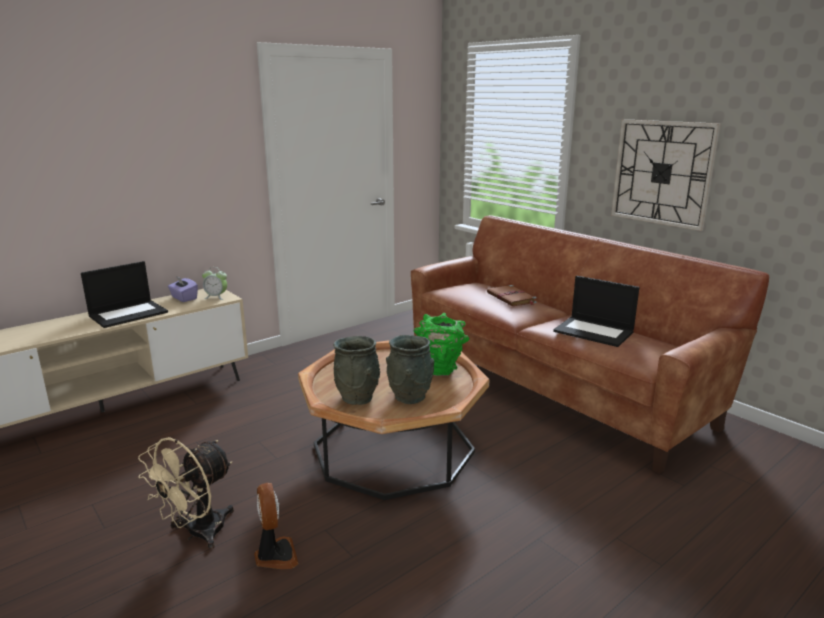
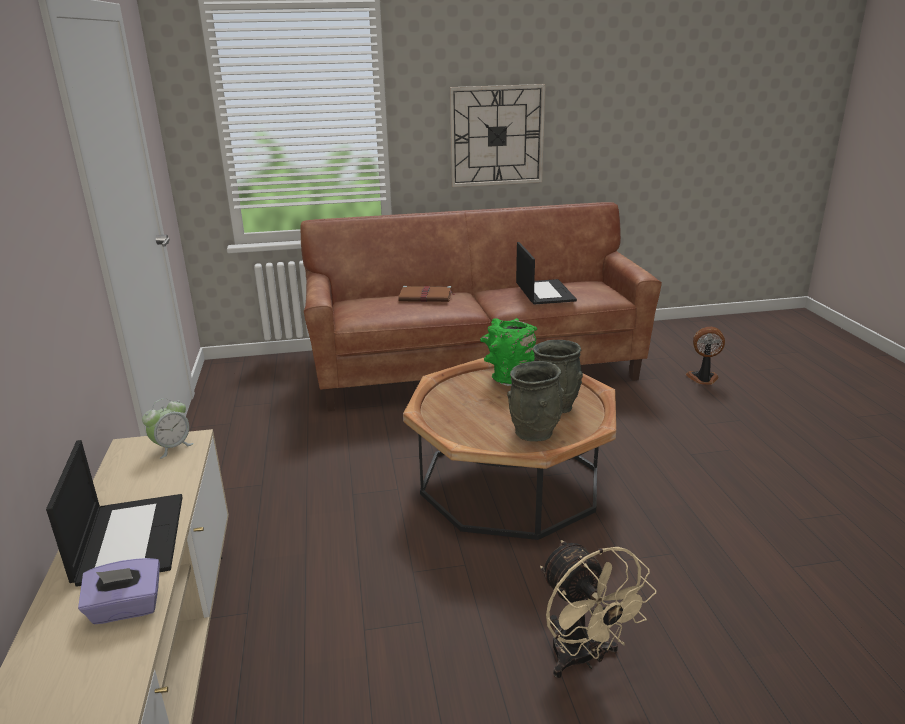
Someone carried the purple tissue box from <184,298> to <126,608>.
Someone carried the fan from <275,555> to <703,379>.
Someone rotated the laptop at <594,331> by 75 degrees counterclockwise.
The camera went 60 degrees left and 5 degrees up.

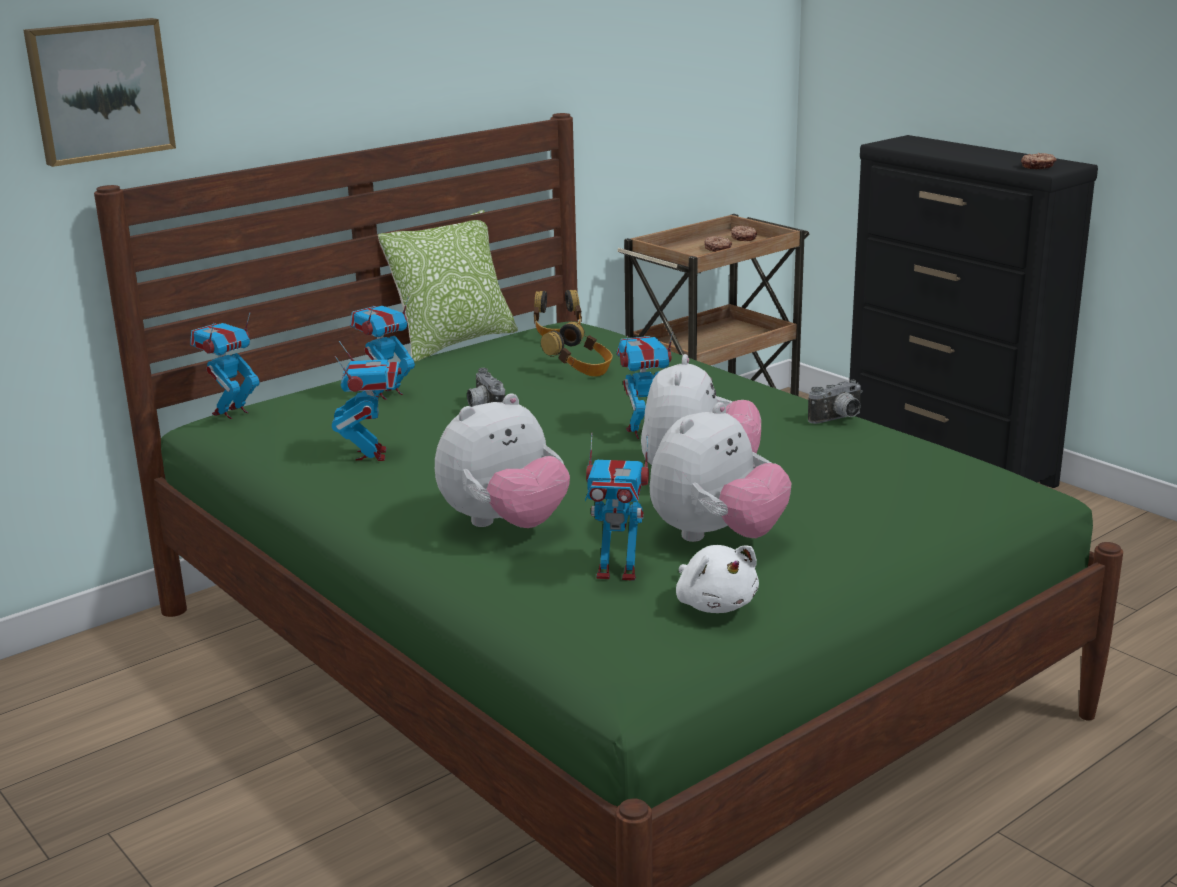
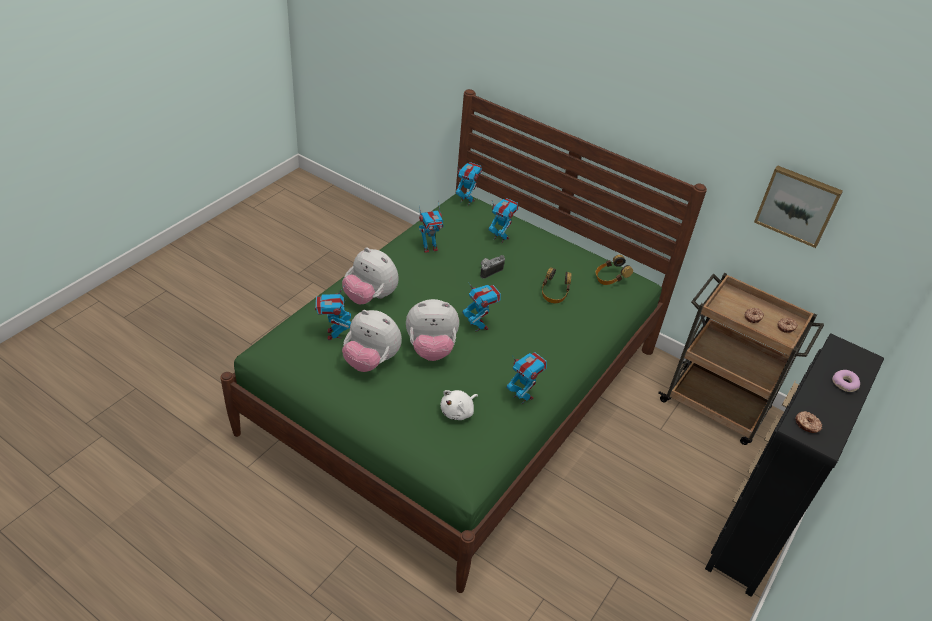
Someone took away the pillow at <454,342>.
Someone put down the donut at <844,384>.
Someone carried the picture from <99,90> to <798,205>.
Someone carried the white plush toy from <715,604> to <458,411>.
Someone swapped the photo camera at <838,419> for the toy robot at <522,396>.
The camera went 70 degrees right and 20 degrees up.

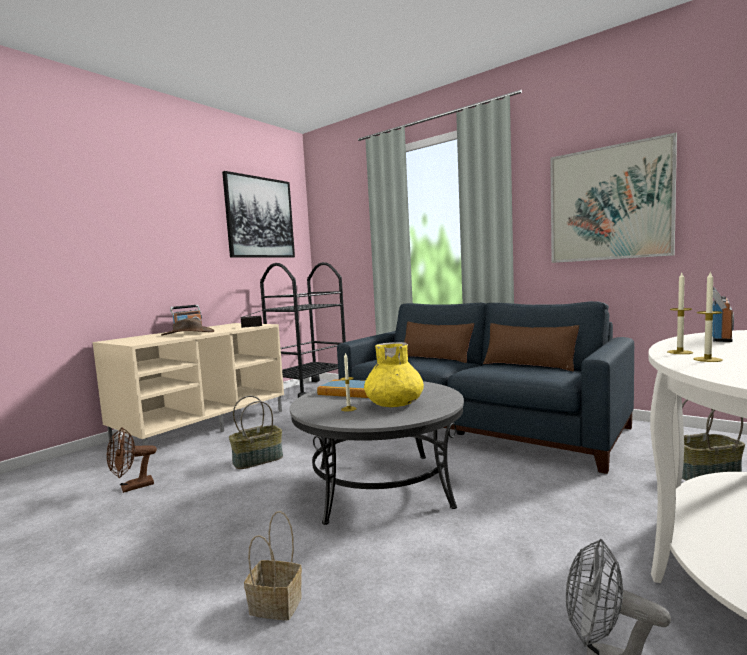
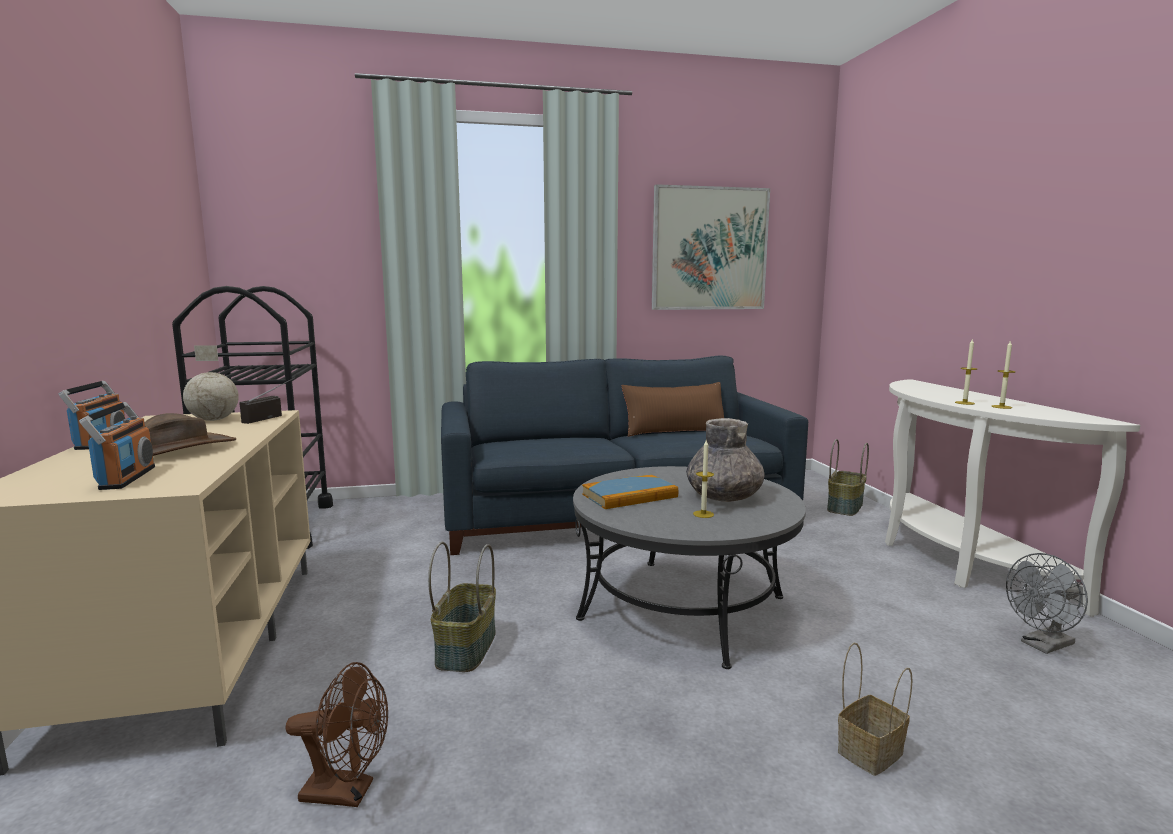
Someone took away the picture at <260,217>.
Someone took away the brown pillow at <435,358>.
Someone put down the globe at <213,420>.
Someone carried the radio from <720,338> to <126,478>.
Someone repainted the yellow vase at <395,404>, which became the grey vase at <724,497>.
Someone rotated the brown fan at <132,487> by 90 degrees counterclockwise.
The camera went 50 degrees left and 5 degrees up.

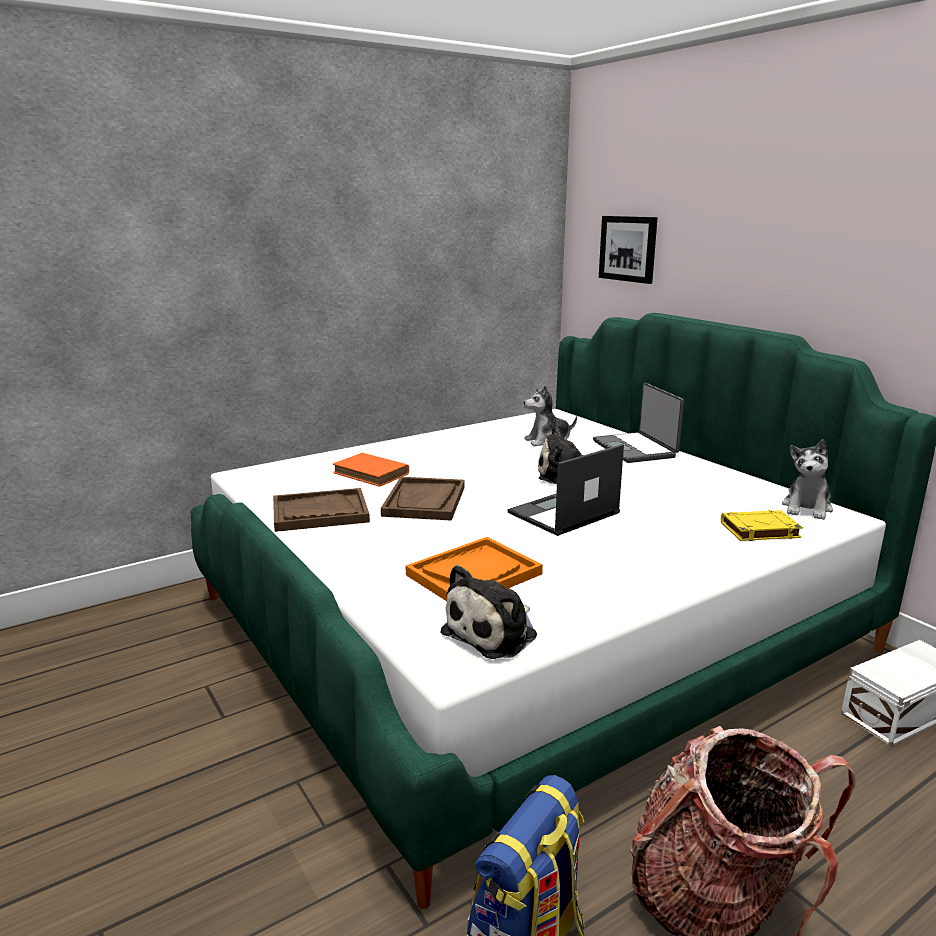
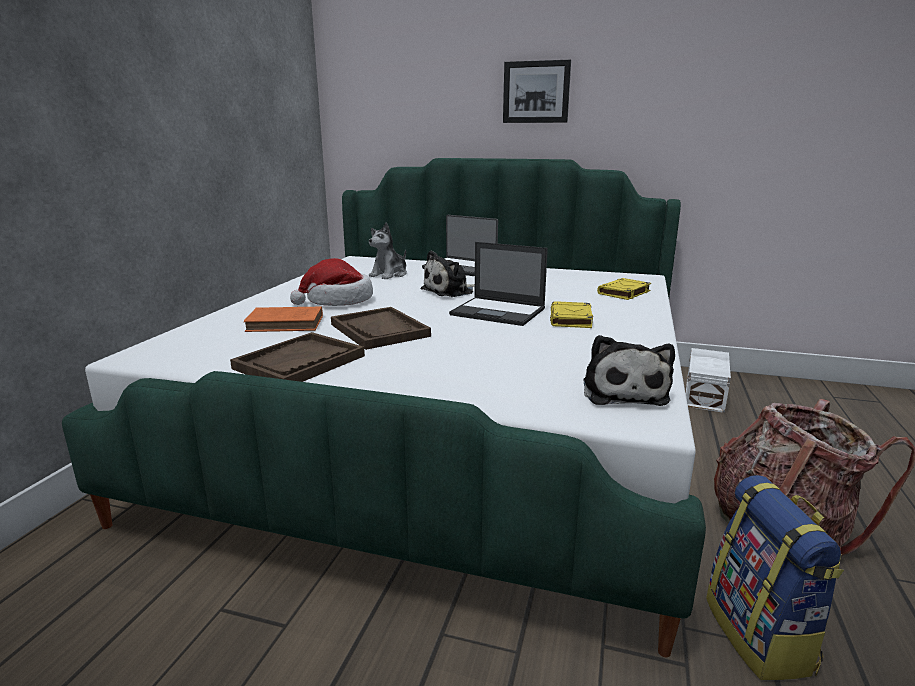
Someone took away the orange tray at <474,574>.
Someone took away the plush toy at <807,508>.
Someone put down the hat at <337,300>.
Someone put down the yellow book at <571,319>.
Someone carried the picture from <628,248> to <536,92>.
Someone rotated the laptop at <563,513> by 75 degrees counterclockwise.
The camera went 40 degrees left and 0 degrees up.

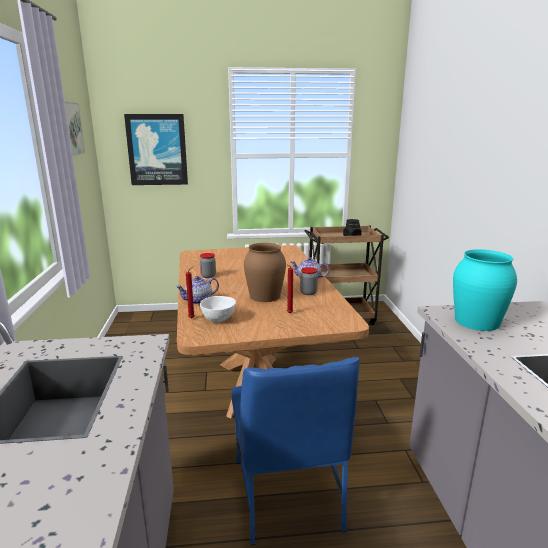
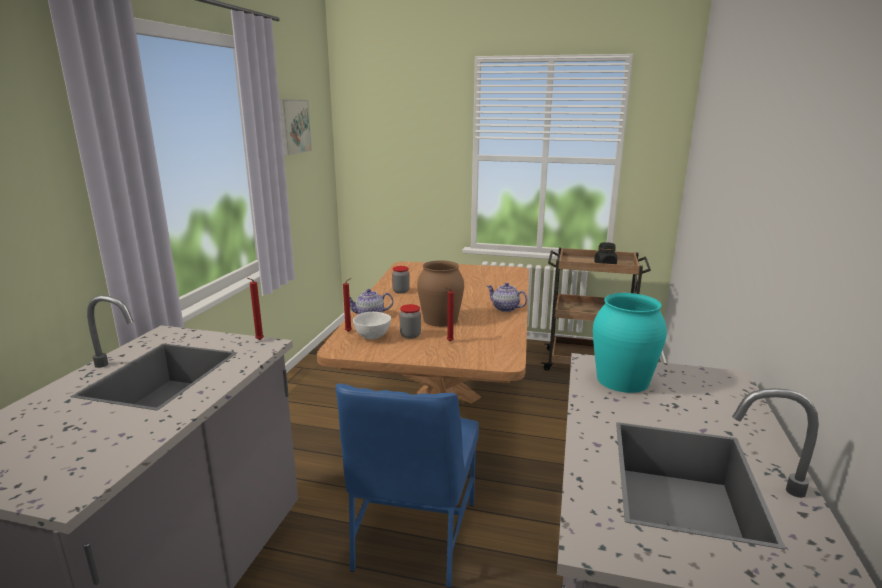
Someone took away the picture at <157,150>.
Someone put down the red candle at <258,340>.
Someone carried the jar from <308,293> to <410,335>.
The camera went 20 degrees right and 0 degrees up.

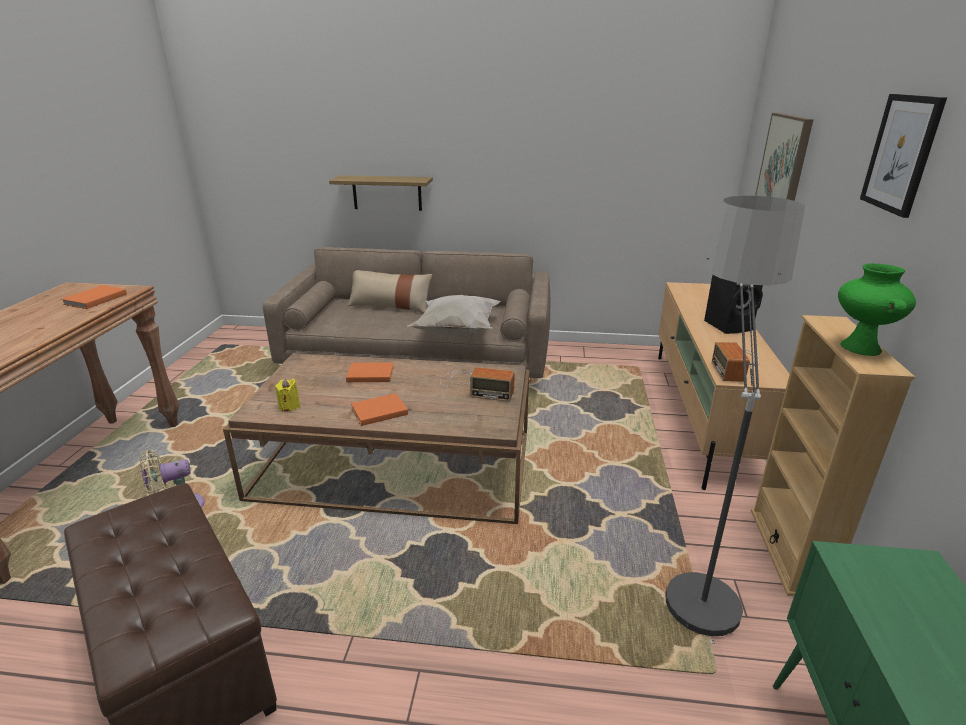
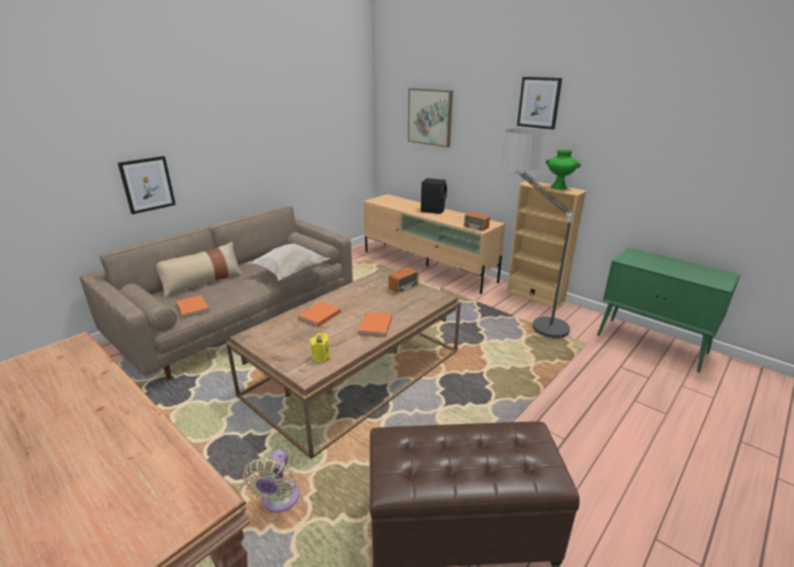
Someone carried the orange book from <93,299> to <192,308>.
Someone swapped the shelf at <387,193> for the picture at <147,184>.
The camera went 55 degrees left and 0 degrees up.

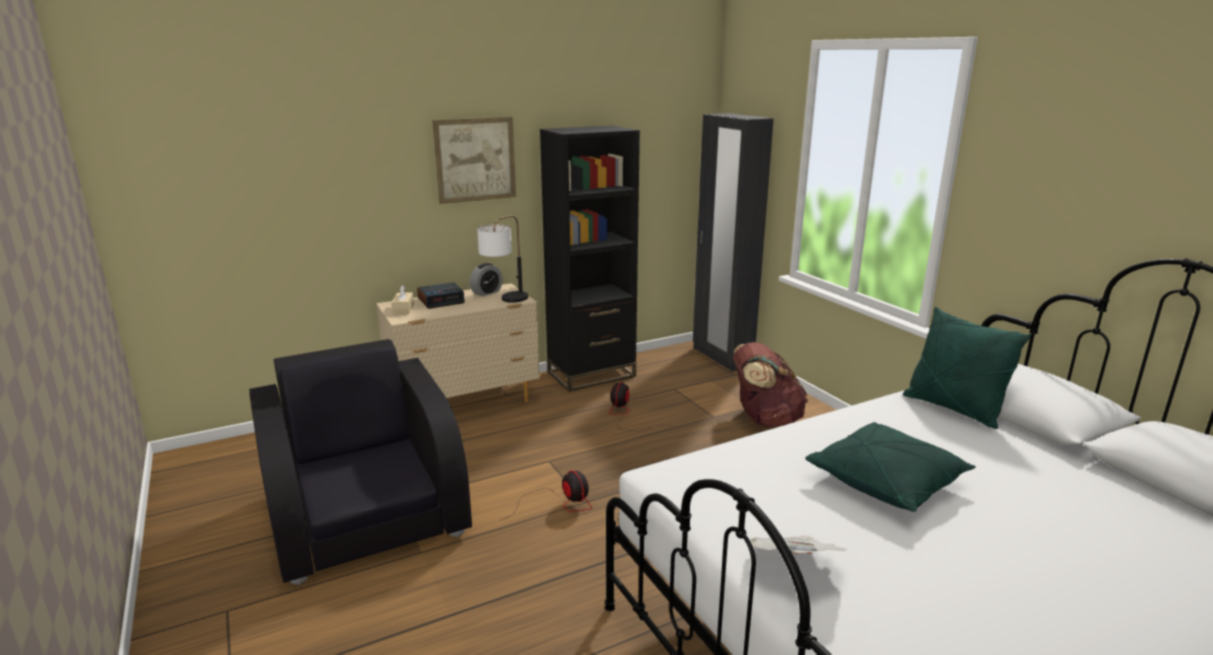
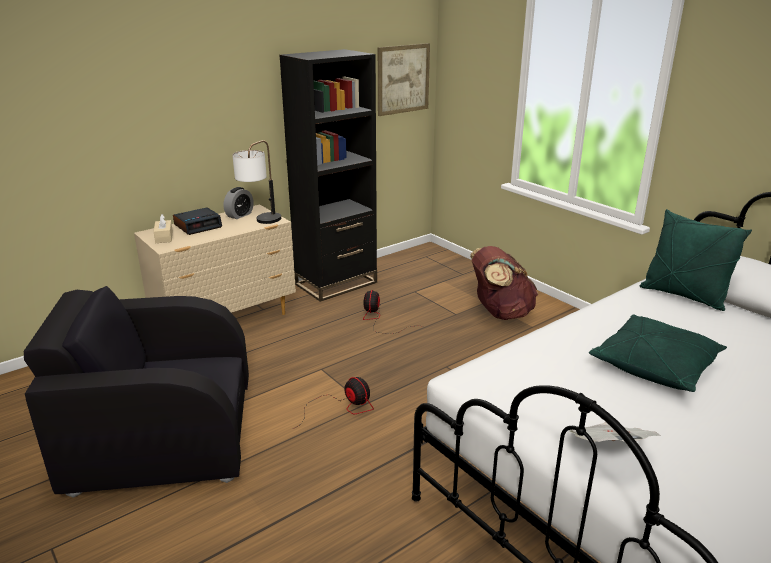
Someone took away the black wardrobe at <721,357>.
Someone carried the picture from <475,159> to <403,79>.
Someone rotated the black armchair at <367,513> by 60 degrees counterclockwise.
The camera went 10 degrees left and 5 degrees up.

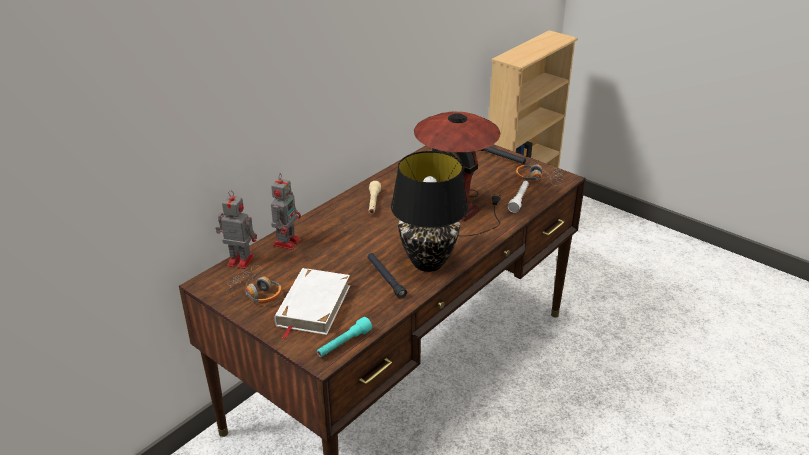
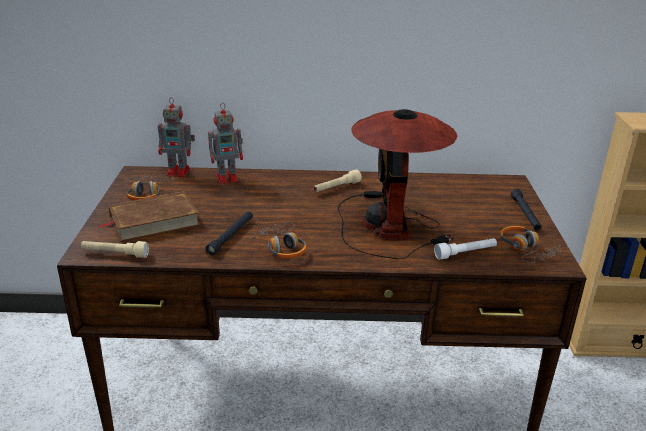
Someone swapped the black table lamp at <429,263> for the headphones at <282,247>.
Someone repainted the white book at <313,306>, which became the brown book at <154,221>.
Someone repainted the turquoise flashlight at <344,344>, which became the beige flashlight at <115,254>.
Someone rotated the toy robot at <239,260> by 120 degrees clockwise.
The camera went 50 degrees right and 5 degrees down.

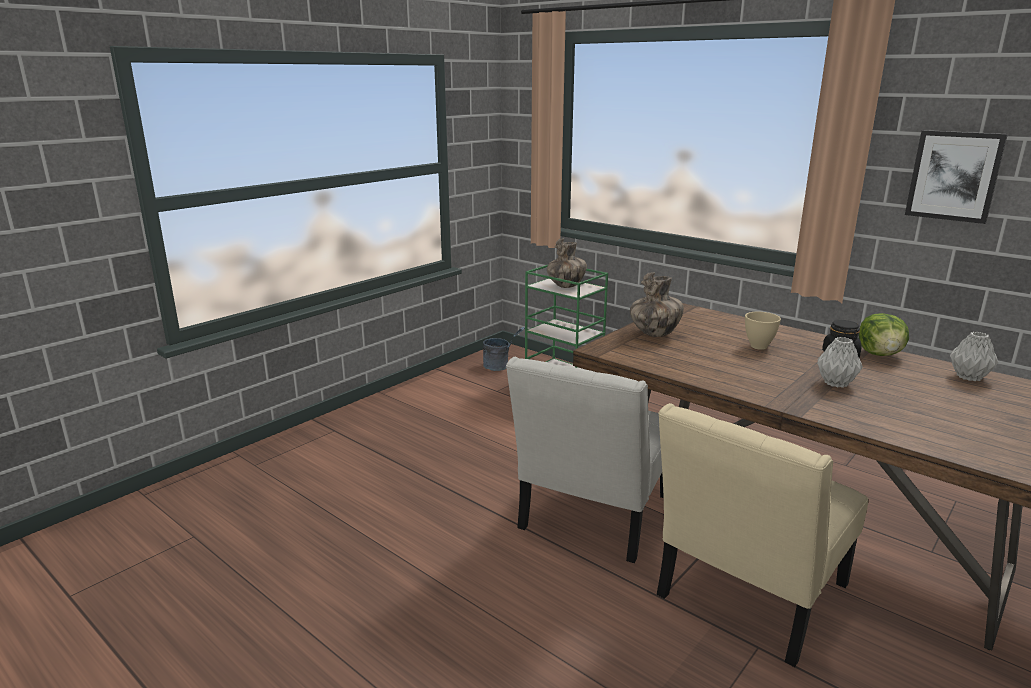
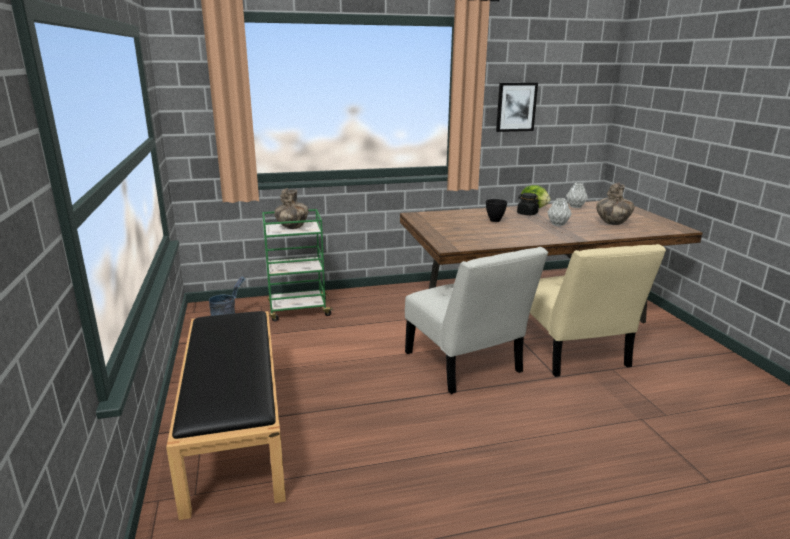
Someone put down the black bench at <234,426>.
Someone carried the vase from <655,334> to <612,223>.
Someone repainted the beige bowl at <759,347>, which became the black bowl at <495,220>.
The camera went 55 degrees left and 0 degrees up.

